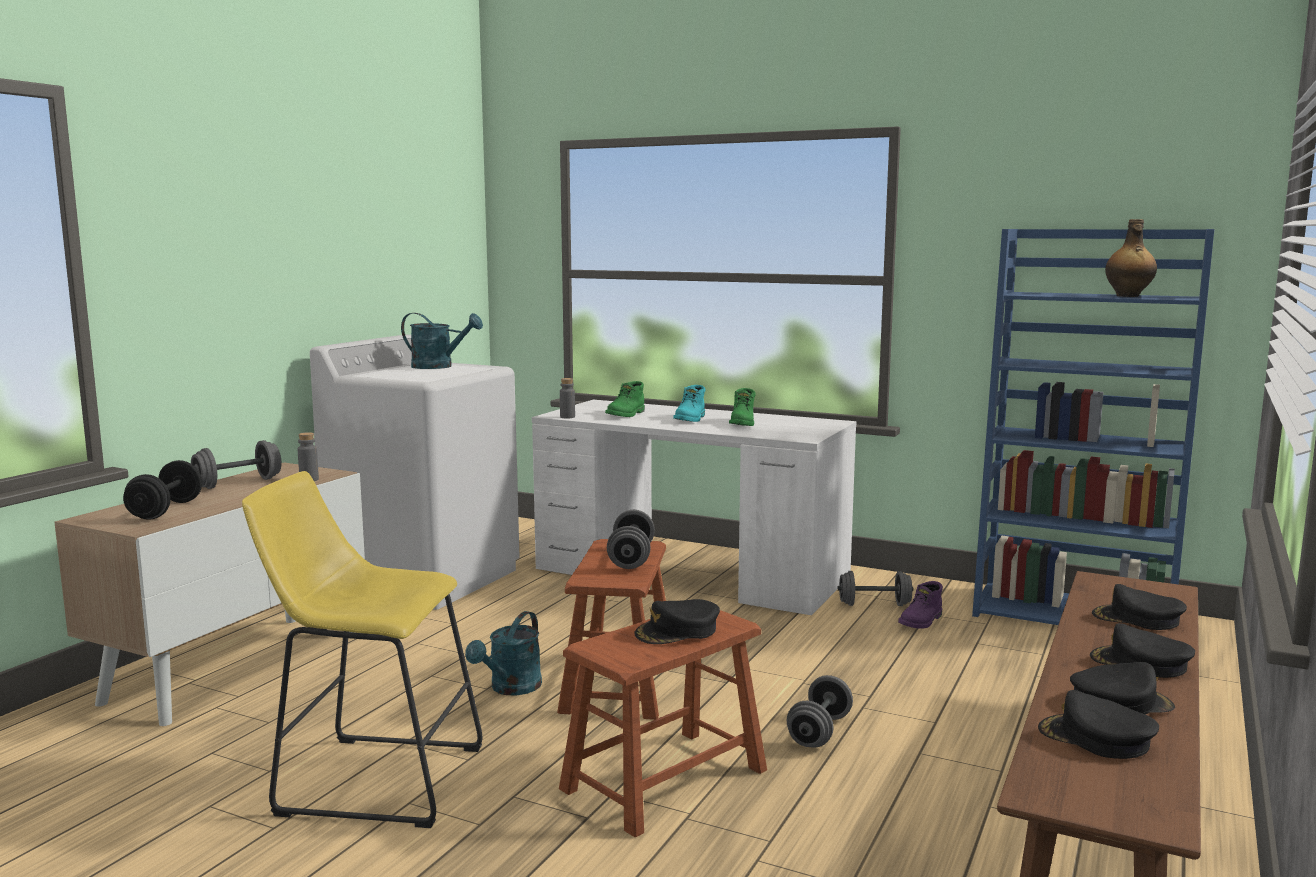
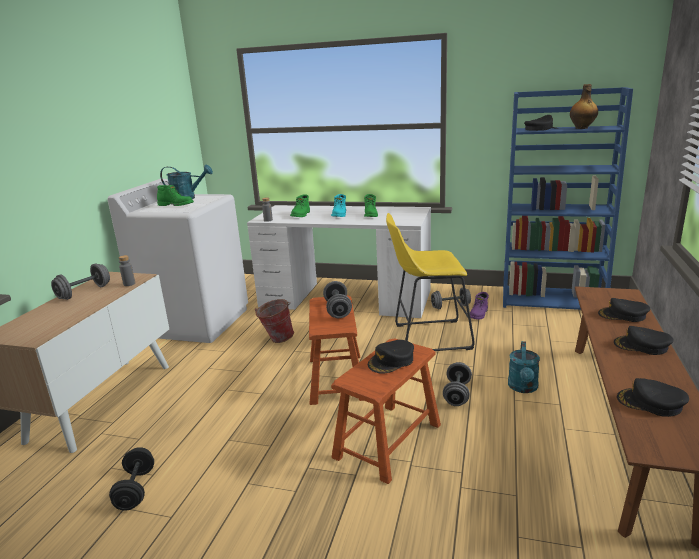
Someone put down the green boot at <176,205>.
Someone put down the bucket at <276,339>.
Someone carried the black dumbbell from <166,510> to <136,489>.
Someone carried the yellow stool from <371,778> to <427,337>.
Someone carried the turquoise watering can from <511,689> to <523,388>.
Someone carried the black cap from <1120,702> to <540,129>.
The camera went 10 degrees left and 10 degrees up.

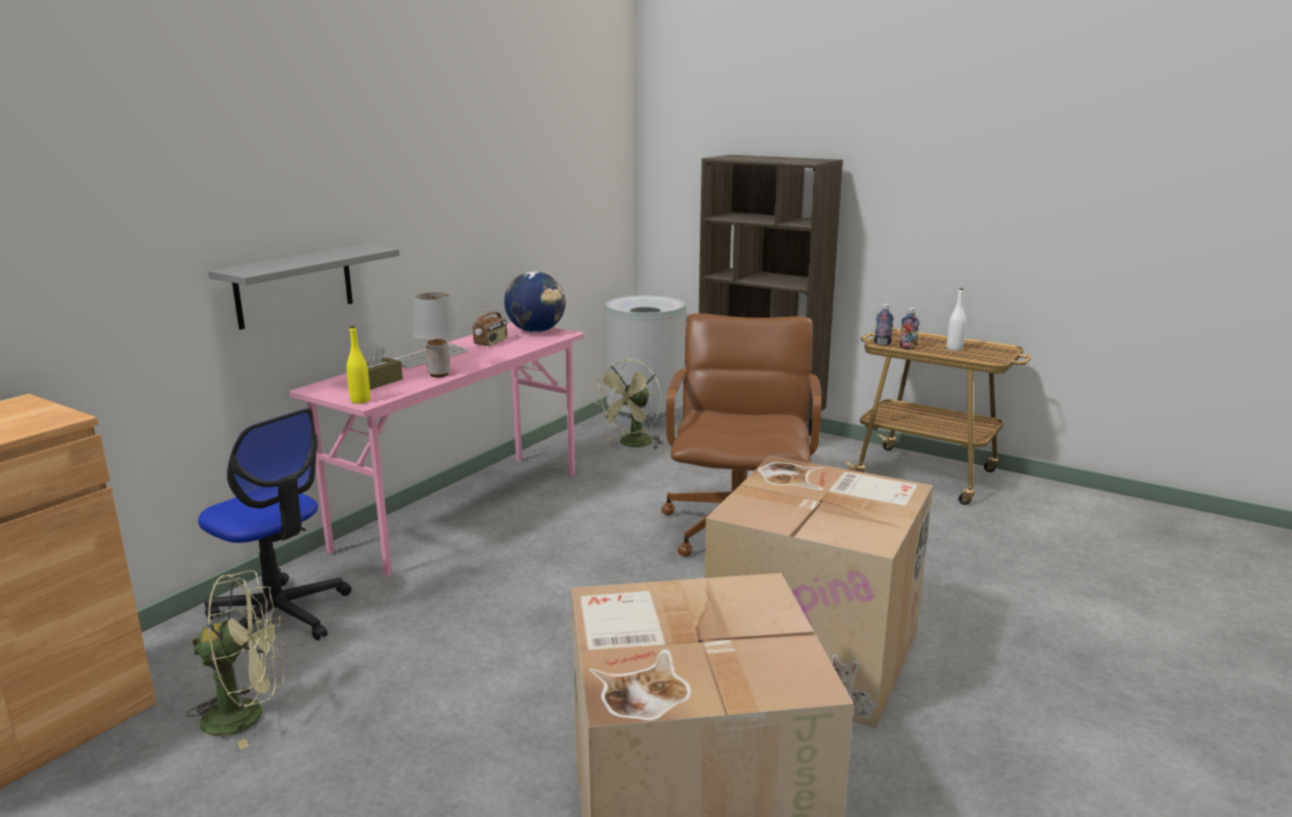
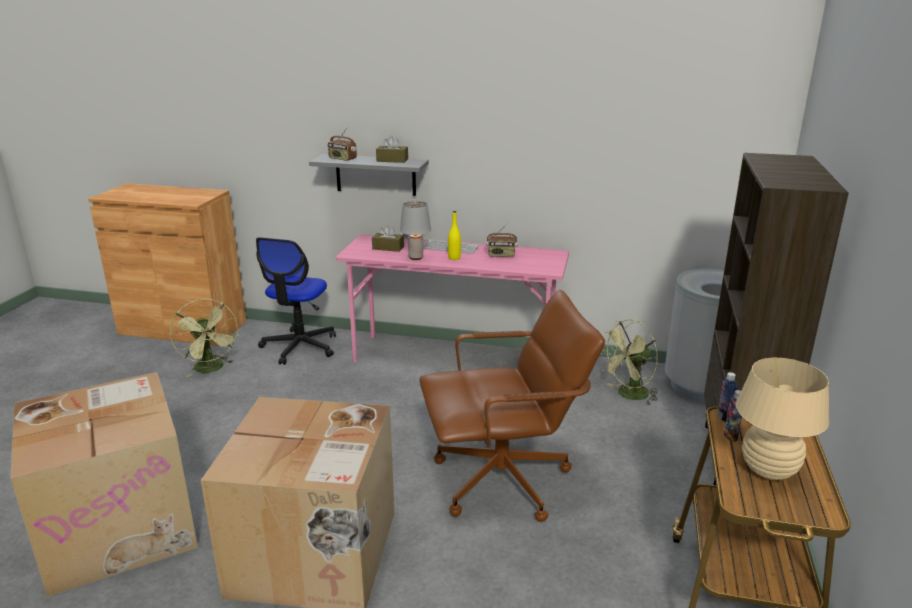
Someone took away the globe at <536,331>.
Someone put down the radio at <342,159>.
Someone put down the brown tissue box at <392,160>.
Someone carried the yellow bottle from <360,401> to <454,258>.
Someone swapped the white bottle at <954,349> for the beige table lamp at <769,470>.
Someone rotated the green fan at <633,444> by 45 degrees counterclockwise.
The camera went 70 degrees right and 5 degrees up.

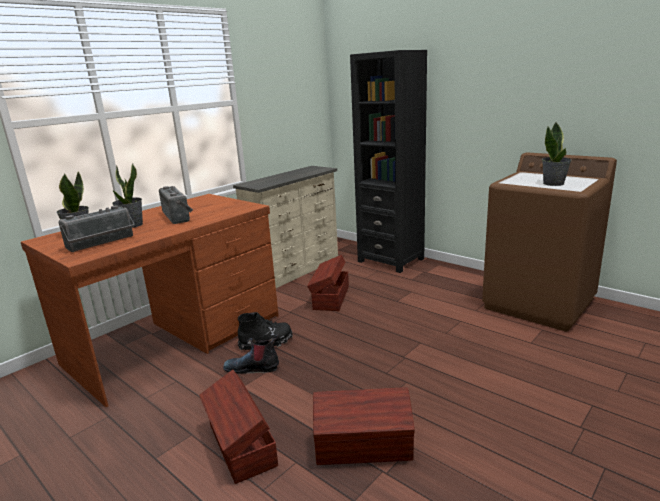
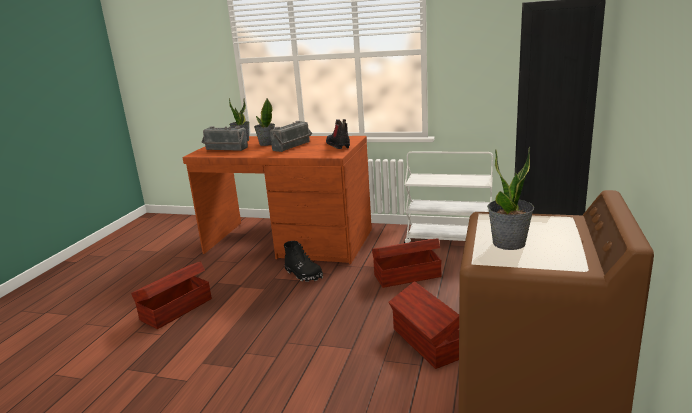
Someone carried the boot from <253,368> to <339,145>.
Someone carried the brown storage box from <364,447> to <427,343>.
Someone swapped the beige dresser at <296,270> for the white cart at <448,241>.
The camera went 65 degrees right and 0 degrees up.

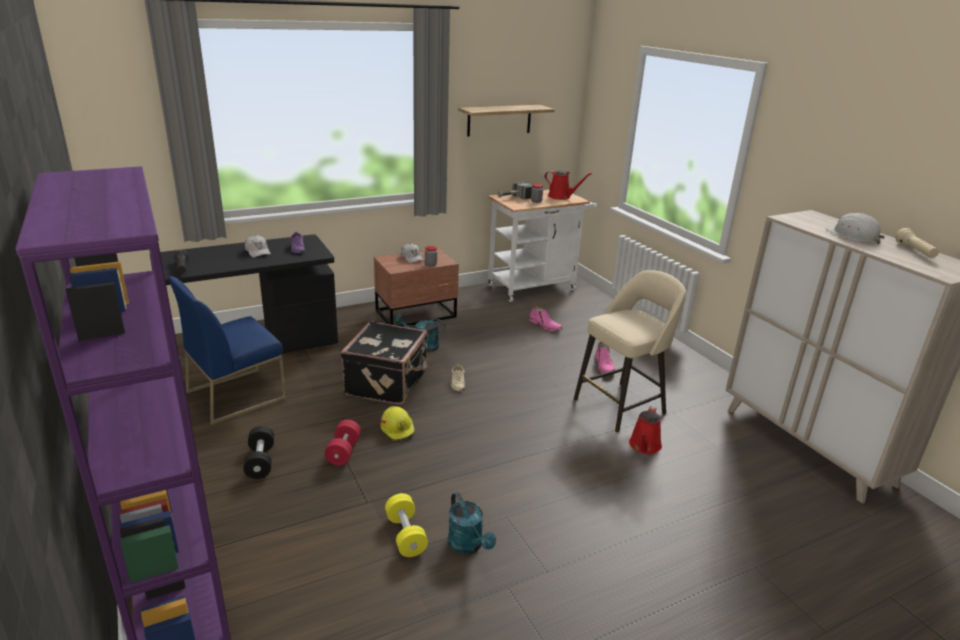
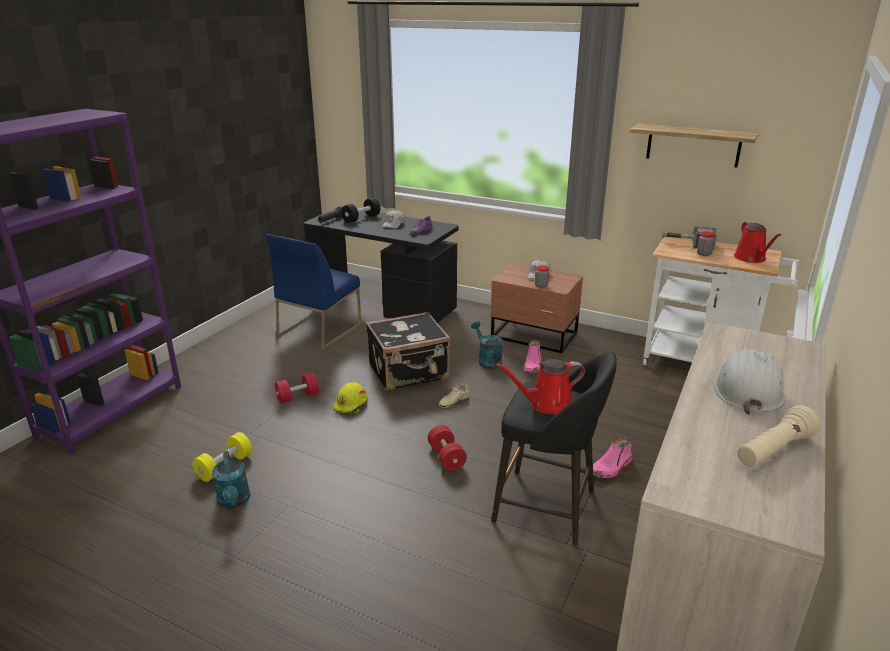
Someone put down the red dumbbell at <446,457>.
Someone carried the black dumbbell from <260,462> to <361,218>.
Someone carried the pink boot from <545,326> to <533,365>.
Someone carried the red watering can from <644,446> to <546,404>.
Someone repainted the beige stool at <621,405>, which became the black stool at <548,507>.
Someone rotated the blue chair at <236,395> by 75 degrees counterclockwise.
Someone rotated the turquoise watering can at <468,546> by 45 degrees counterclockwise.
The camera went 55 degrees right and 0 degrees up.

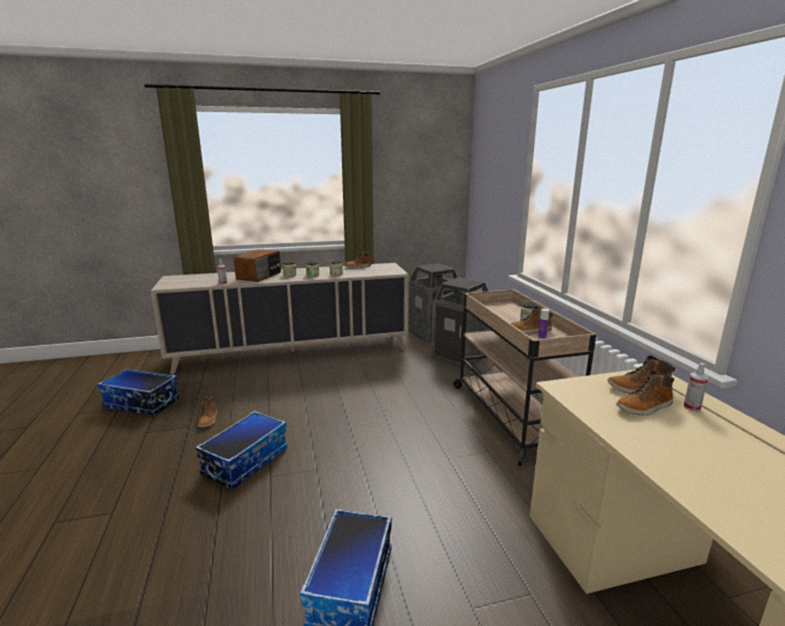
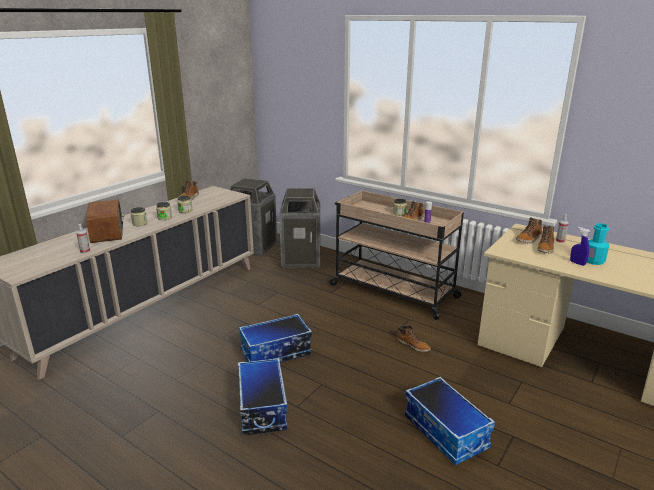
Someone put down the blue spray bottle at <577,263>.
Someone put down the turquoise bottle at <593,261>.
Someone carried the storage box from <141,404> to <276,353>.
Someone carried the boot from <208,419> to <413,345>.
The camera went 40 degrees left and 5 degrees up.

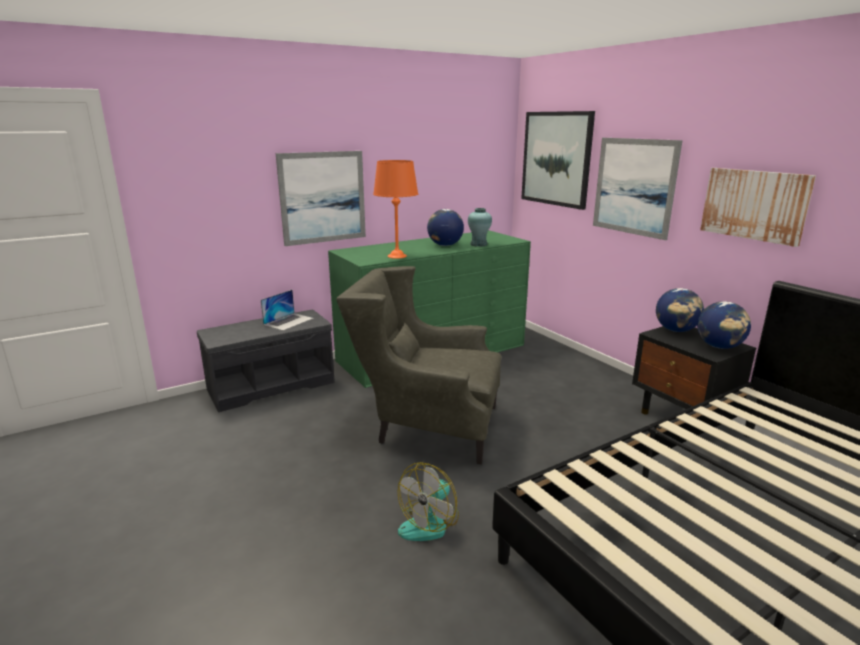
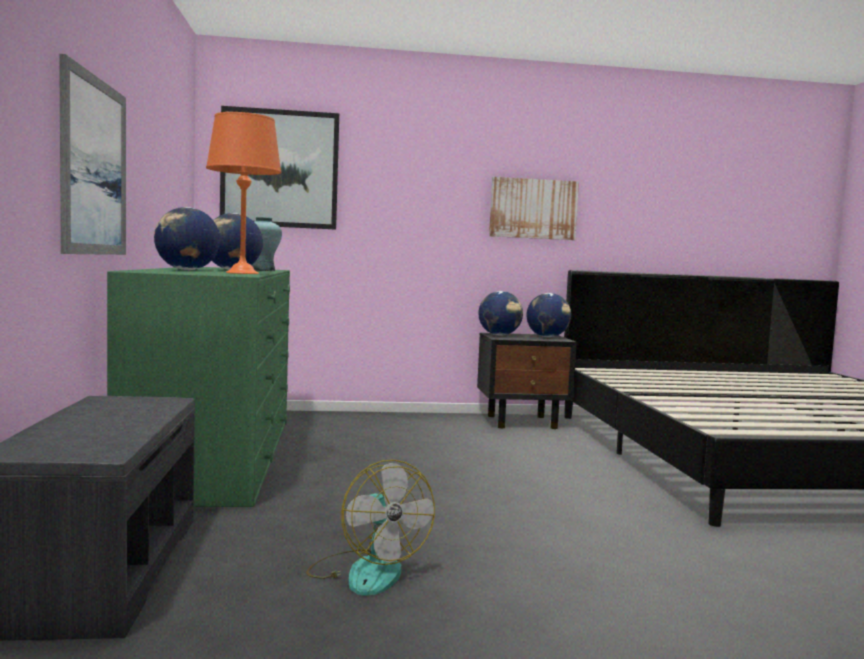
Someone took away the laptop at <288,321>.
Someone took away the grey armchair at <427,425>.
Someone took away the picture at <634,186>.
Someone put down the globe at <186,270>.
Someone carried the fan from <430,523> to <367,571>.
The camera went 65 degrees left and 15 degrees down.

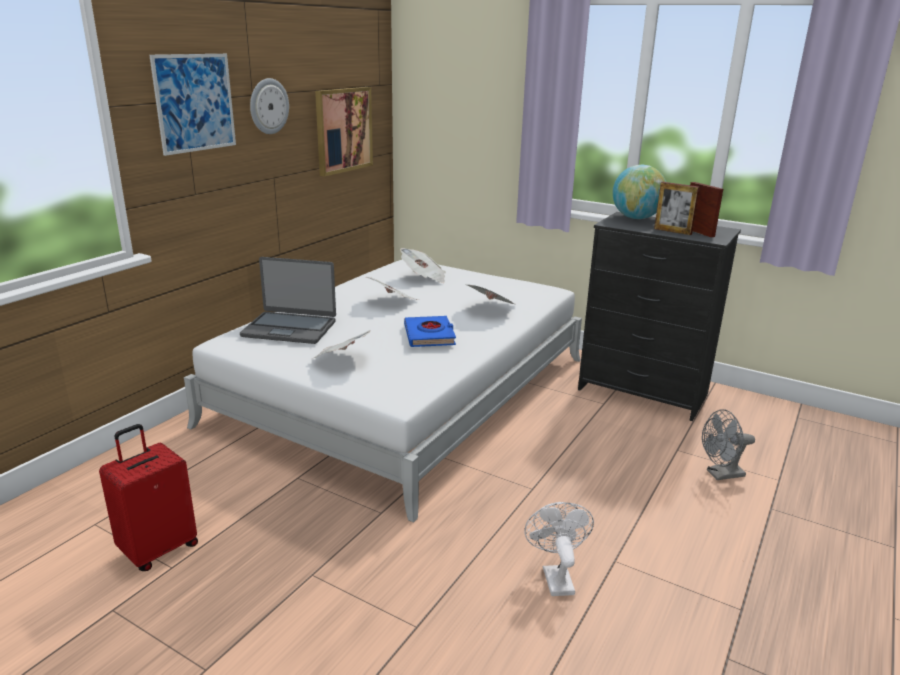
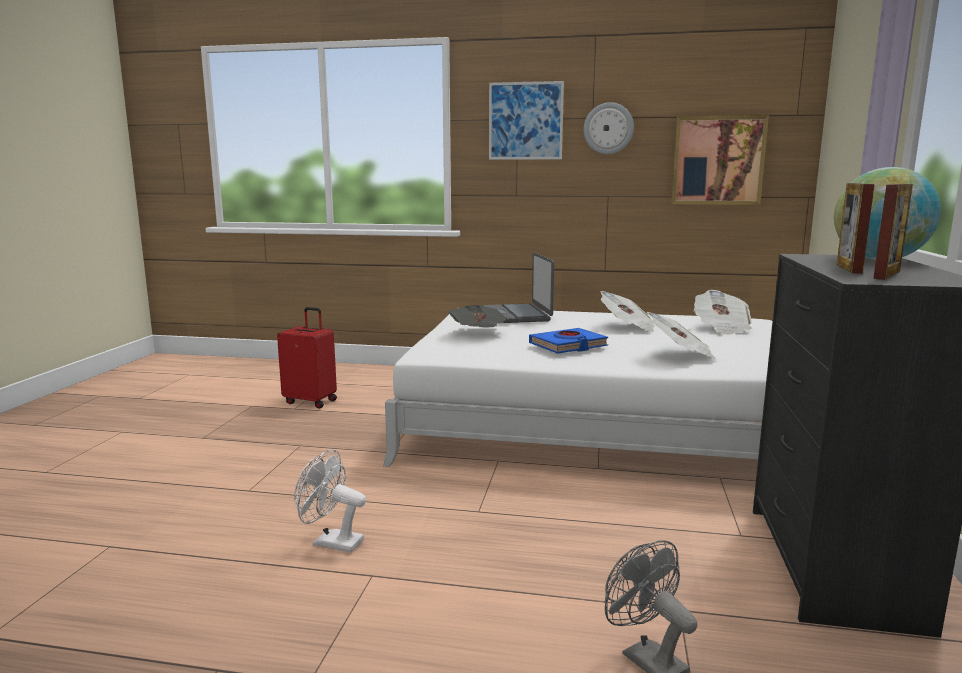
Someone rotated the white fan at <555,576> by 135 degrees counterclockwise.
The camera went 70 degrees right and 10 degrees down.

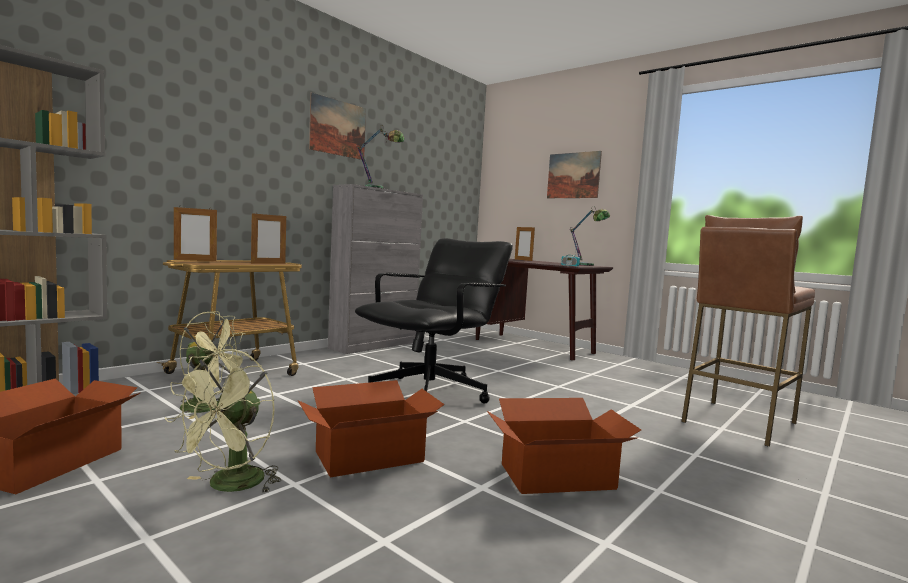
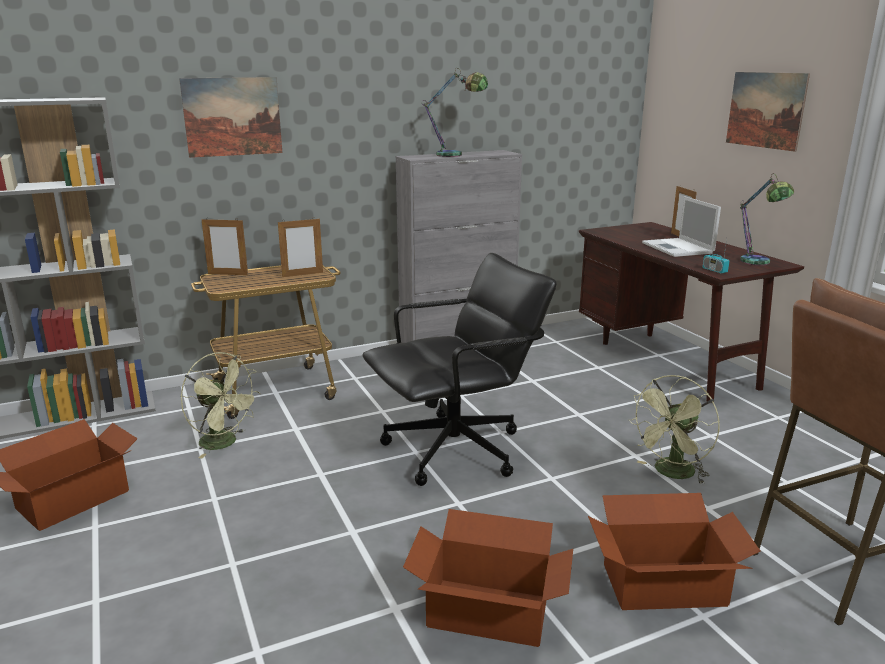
Someone put down the laptop at <678,248>.
Someone carried the green fan from <229,486> to <671,474>.
Someone carried the cardboard box from <368,456> to <662,584>.
Someone carried the picture from <338,128> to <232,117>.
The camera went 25 degrees right and 15 degrees up.

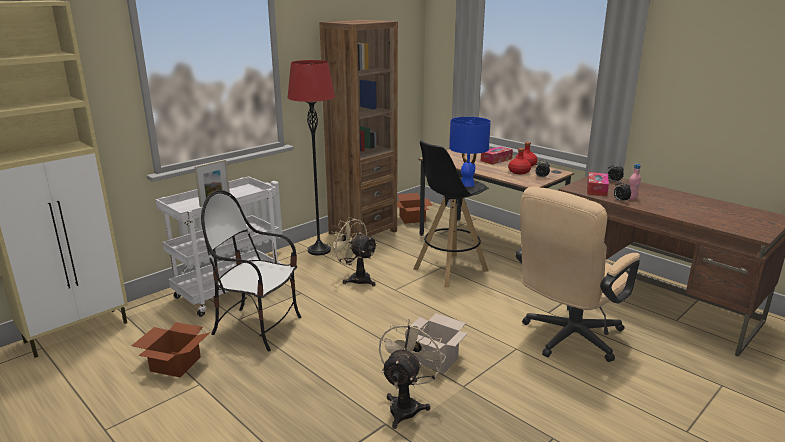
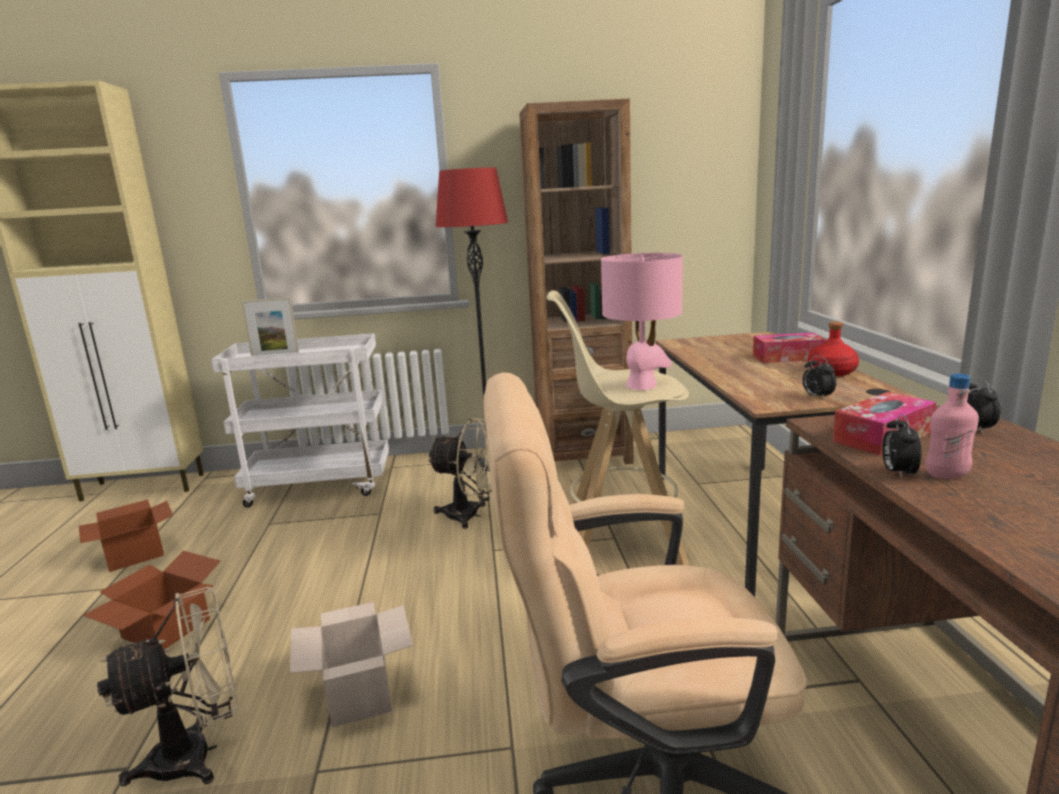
Someone took away the chair at <257,327>.
Someone took away the red bottle at <519,172>.
Someone carried the cardboard box from <412,219> to <163,629>.
Someone repainted the black stool at <449,270>, which became the beige stool at <621,546>.
Someone repainted the blue table lamp at <467,184>, which became the pink table lamp at <642,385>.
Someone rotated the beige fan at <356,278> by 120 degrees clockwise.
The camera went 40 degrees right and 5 degrees down.

